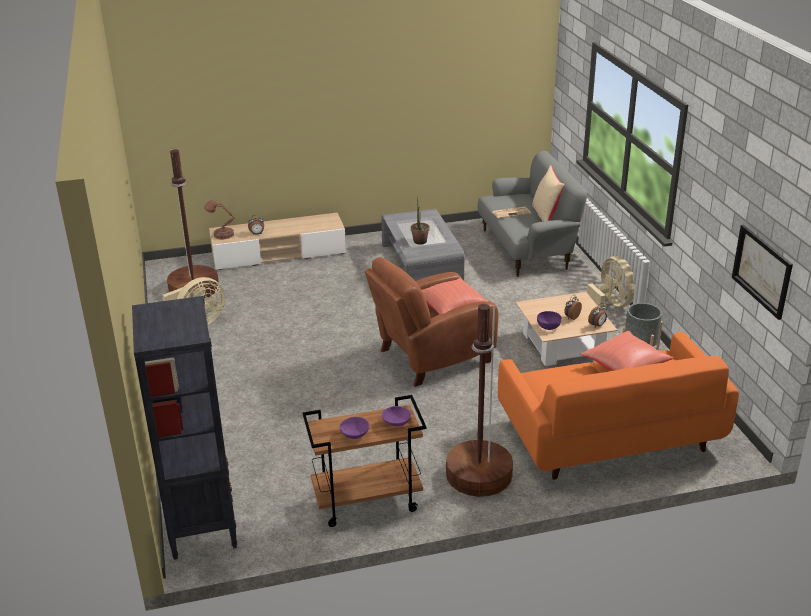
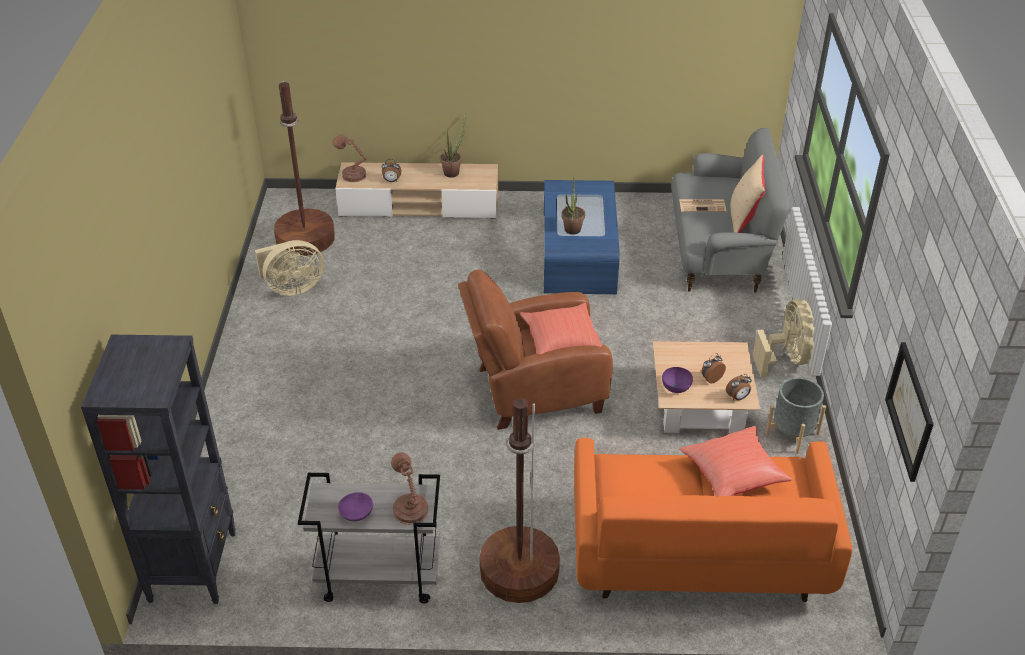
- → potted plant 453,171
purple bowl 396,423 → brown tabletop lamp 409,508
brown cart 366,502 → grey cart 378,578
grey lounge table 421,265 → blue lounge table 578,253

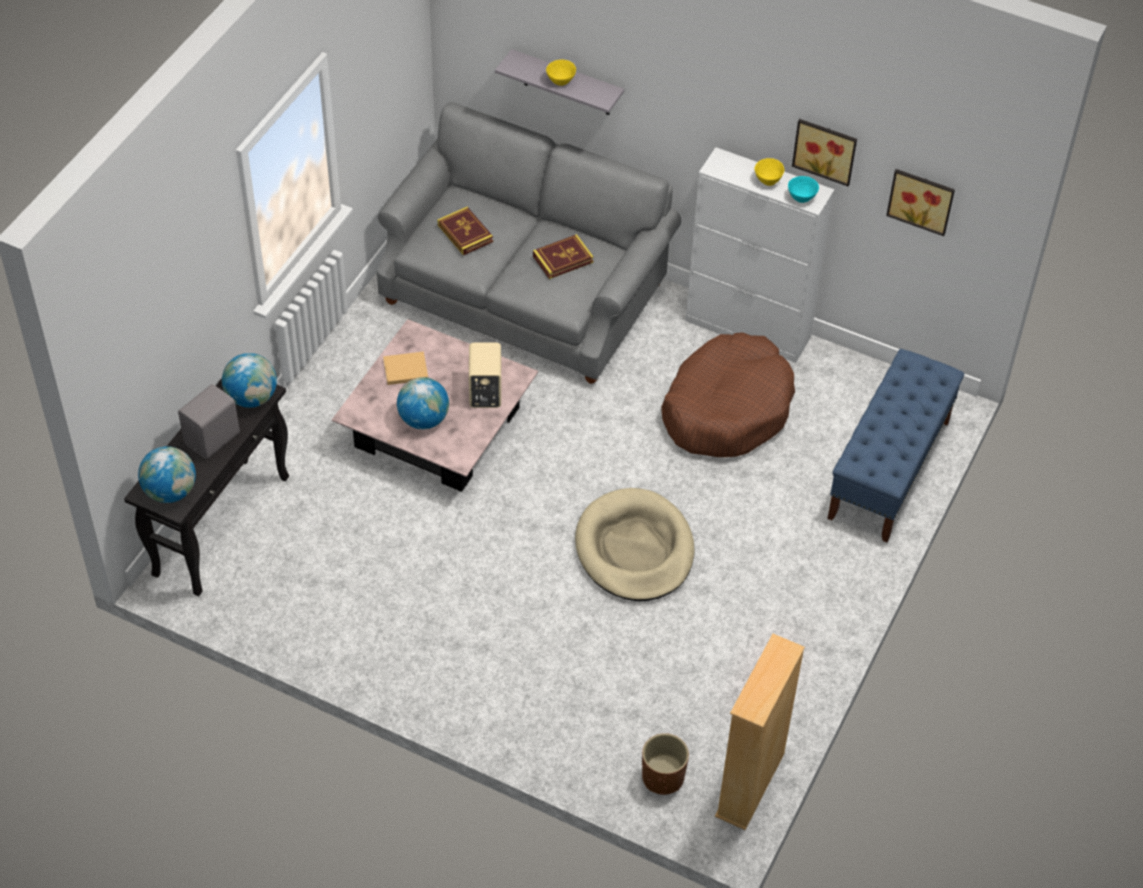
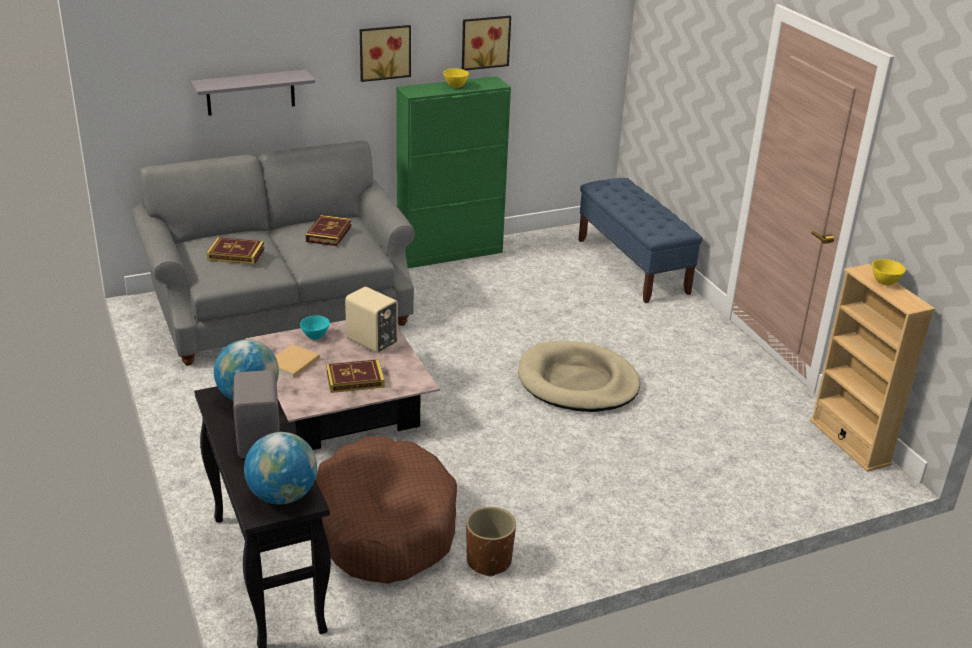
yellowish bowl 561,82 → yellowish bowl 885,283, shifted
brown plant pot 662,777 → brown plant pot 489,561, shifted
brown pet bed 726,408 → brown pet bed 384,525, shifted
blue-green bowl 801,199 → blue-green bowl 315,337, shifted
wall art 921,199 → wall art 384,52, shifted
desk globe 423,419 → bound book 355,379
whitish storage cabinet 748,329 → green-coloured storage cabinet 450,253

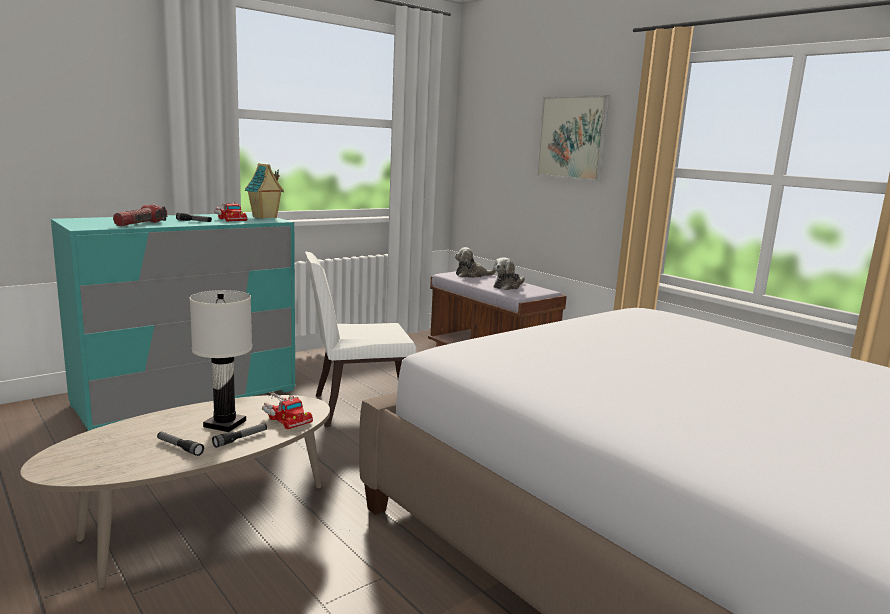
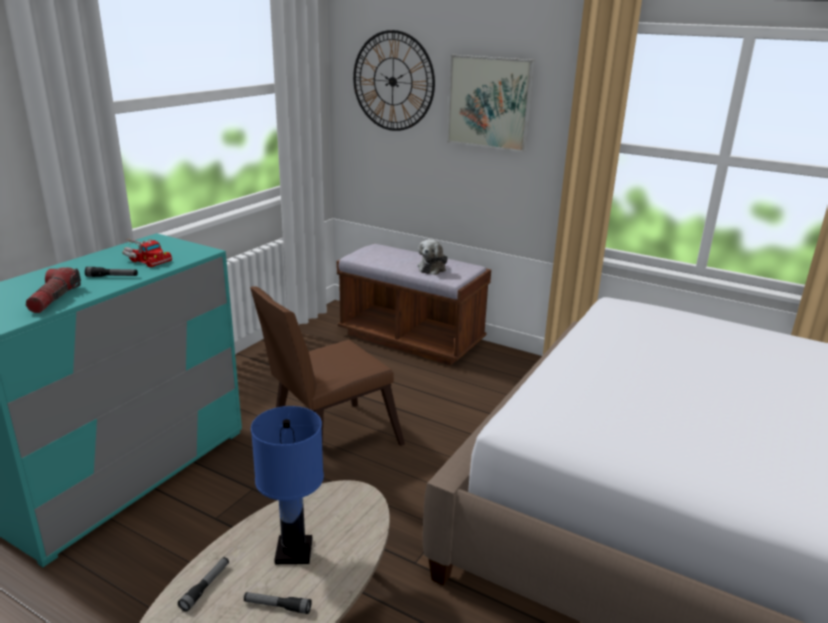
toy house 265,217 → -
toy truck 285,417 → -
plush toy 472,275 → -
- → clock on the wall 393,81
hand torch 241,439 → hand torch 206,587, shifted
whitish tabletop lamp 225,423 → blue tabletop lamp 294,551
whitish chair 358,408 → brown chair 327,441

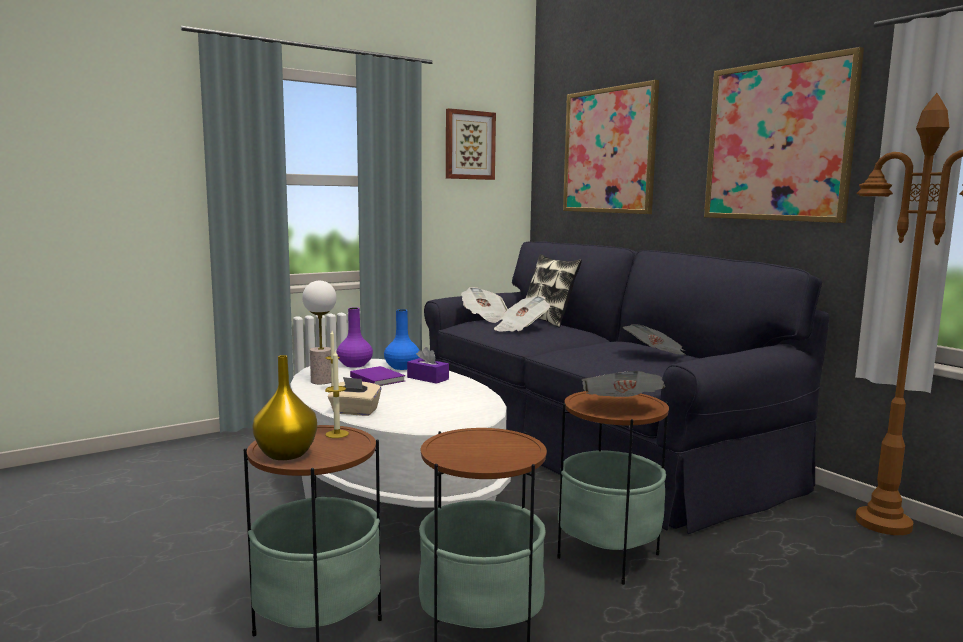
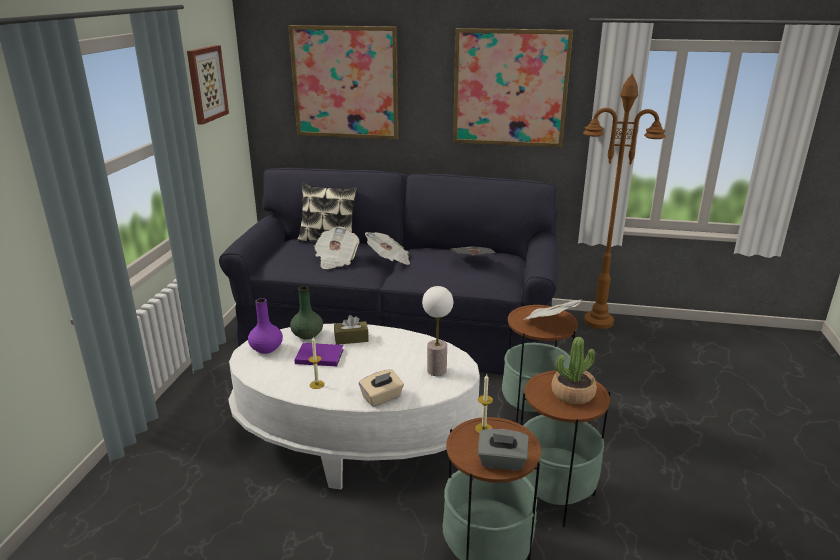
- → potted plant 572,393
tabletop lamp 322,381 → tabletop lamp 436,370, shifted
daily paper 485,318 → daily paper 389,259, shifted
yellowish vase 287,454 → grey tissue holder 502,462
blue vase 402,367 → green-coloured vase 308,335
purple tissue holder 428,378 → brown tissue holder 351,339

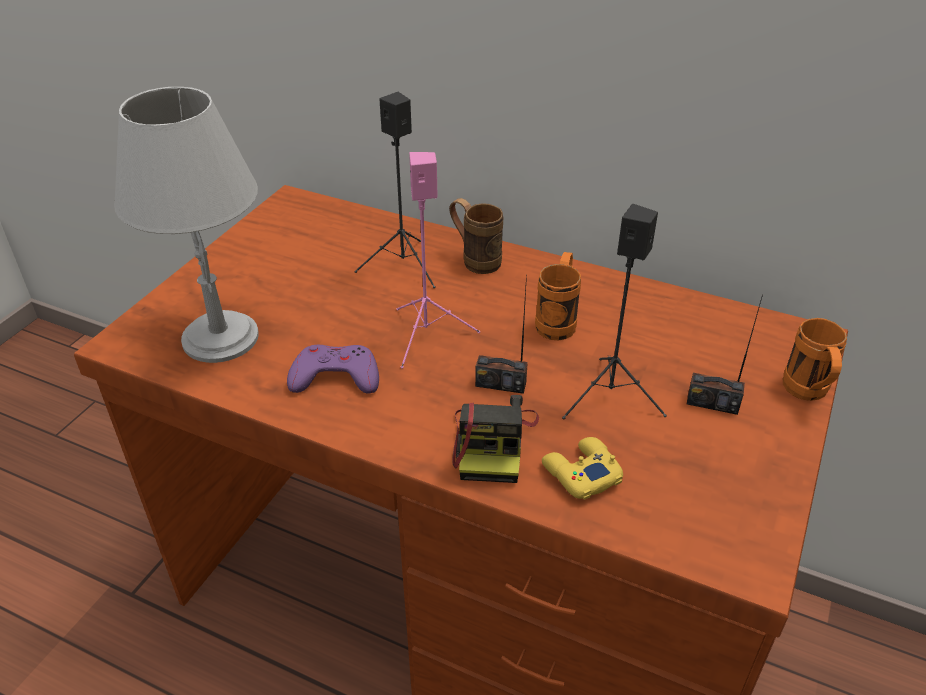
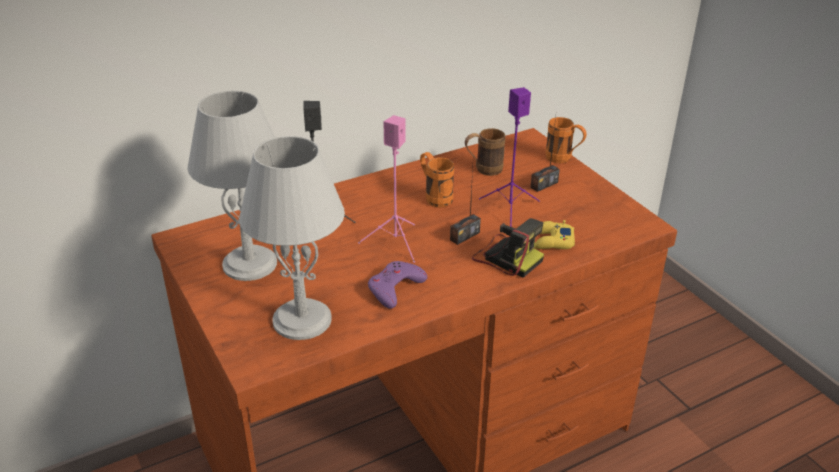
- → grey tabletop lamp 249,264
brown mug 475,259 → brown mug 483,170, shifted
black-coloured loudspeaker 609,397 → purple loudspeaker 510,210

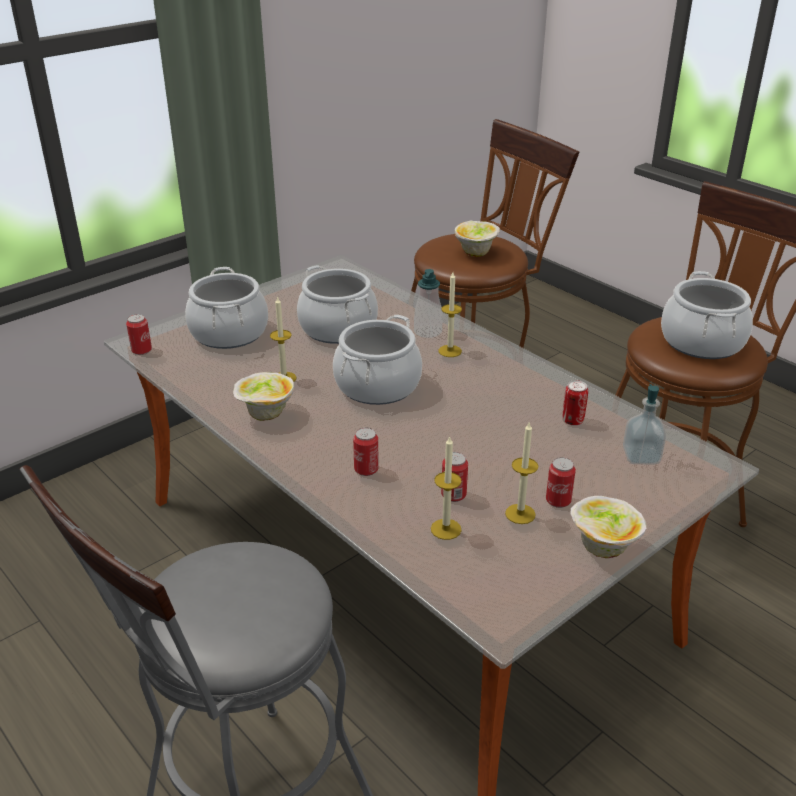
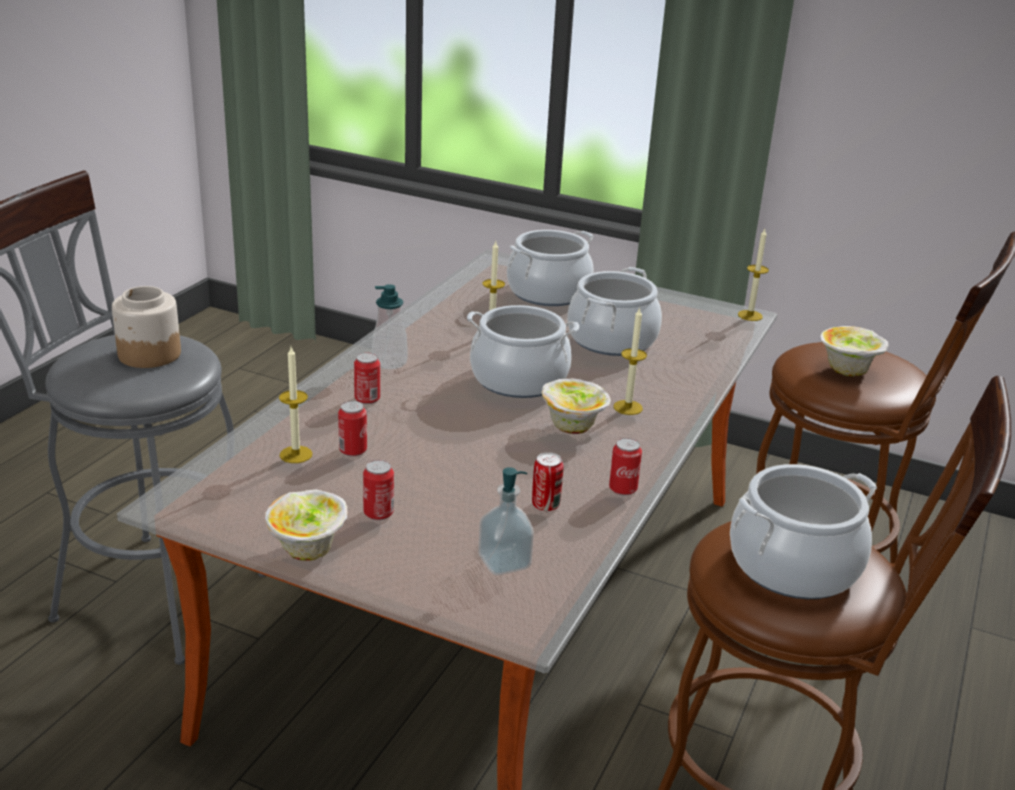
- → jar 149,354
metal can 141,350 → metal can 623,489, shifted
bowl 265,414 → bowl 572,427, shifted
liquid soap bottle 428,331 → liquid soap bottle 389,362, shifted
wax candle 520,514 → wax candle 750,315, shifted

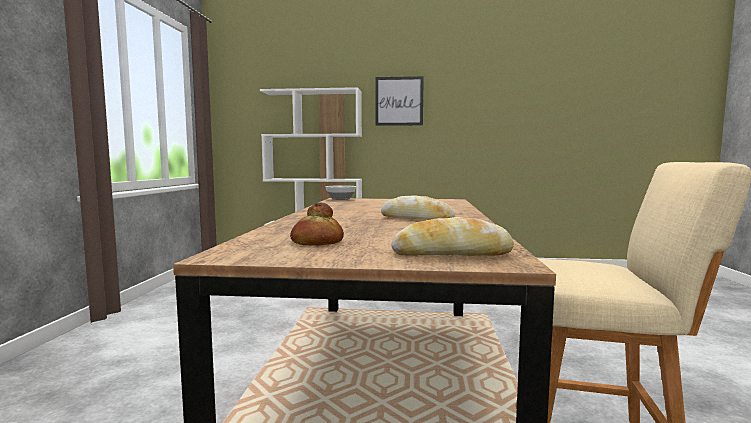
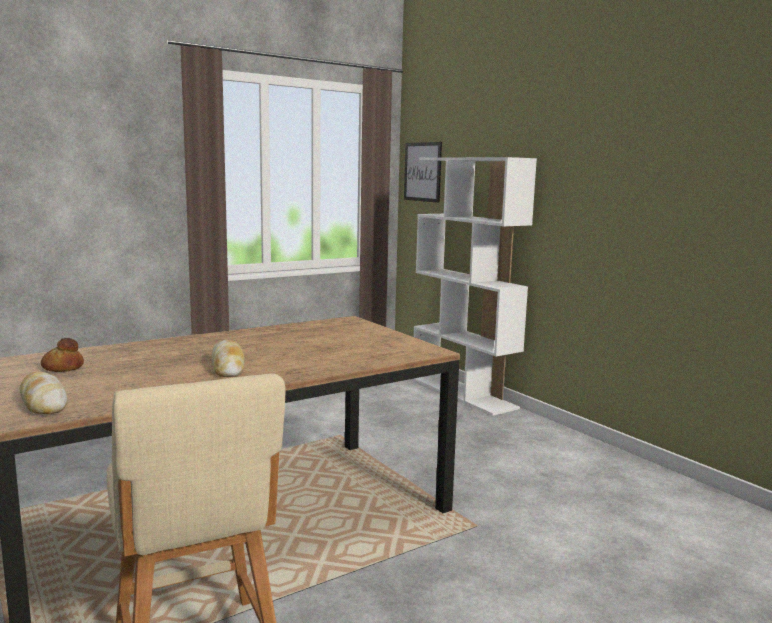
bowl 341,199 → -
wall art 399,101 → wall art 422,172, shifted

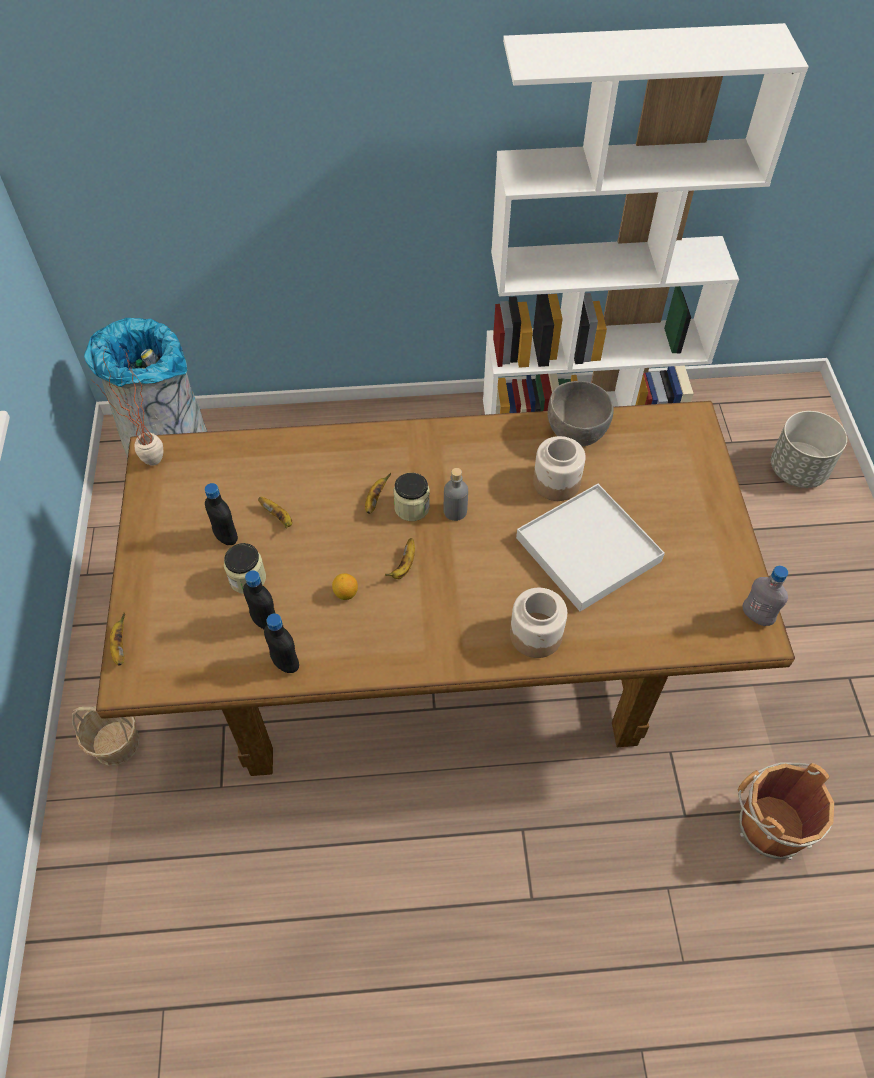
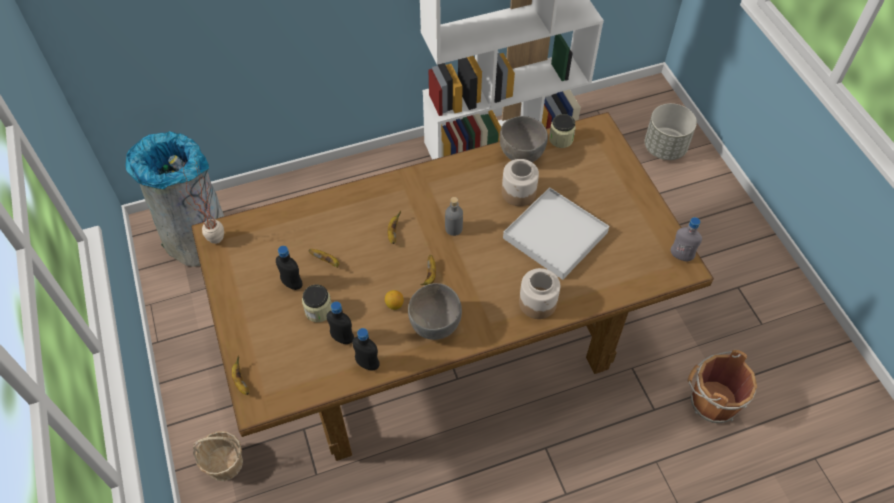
- → grey bowl 435,324
jar 412,507 → jar 561,139, shifted

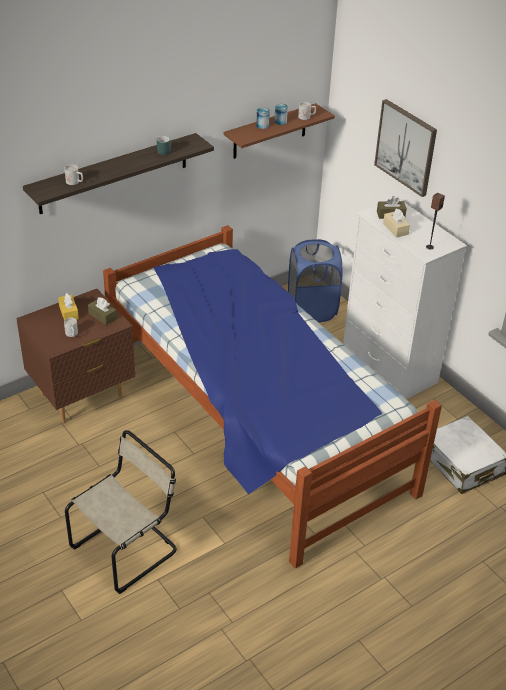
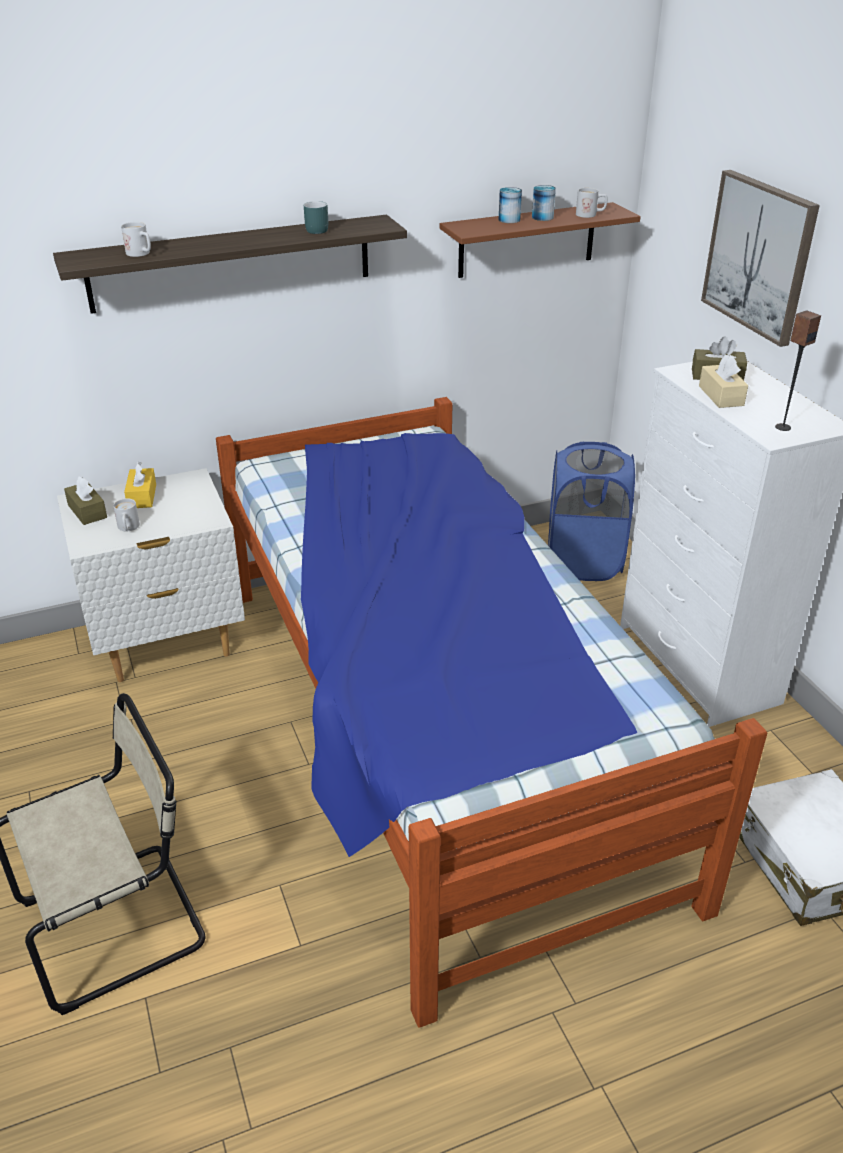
brown tissue holder 102,316 → brown tissue holder 87,511, shifted
brown bedside table 82,396 → whitish bedside table 168,645

